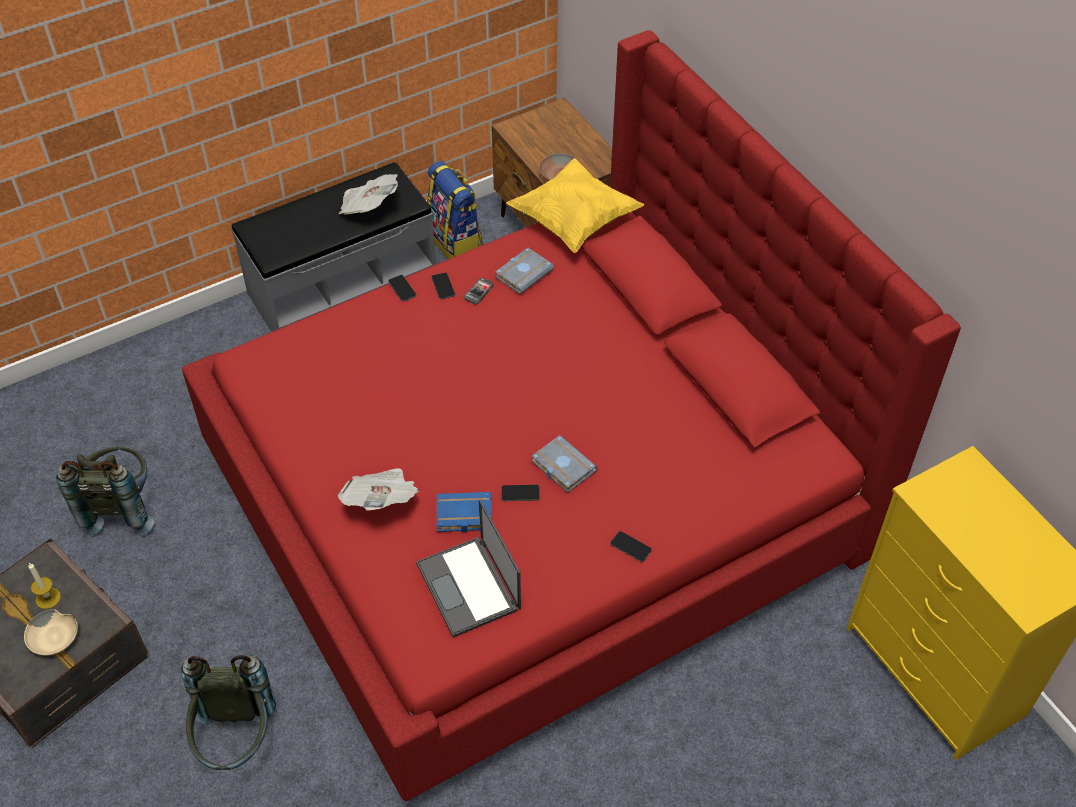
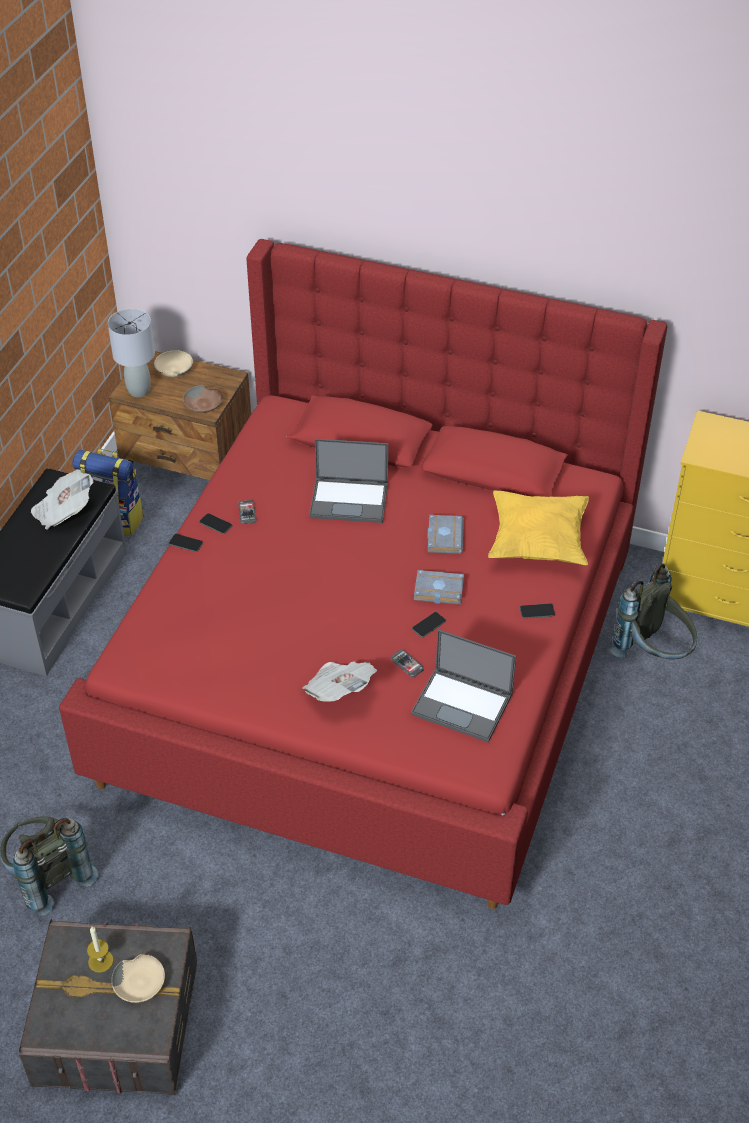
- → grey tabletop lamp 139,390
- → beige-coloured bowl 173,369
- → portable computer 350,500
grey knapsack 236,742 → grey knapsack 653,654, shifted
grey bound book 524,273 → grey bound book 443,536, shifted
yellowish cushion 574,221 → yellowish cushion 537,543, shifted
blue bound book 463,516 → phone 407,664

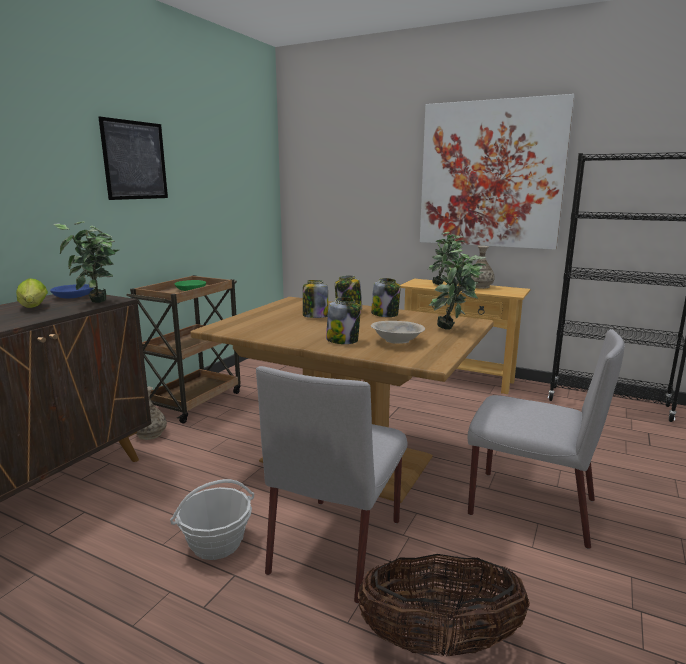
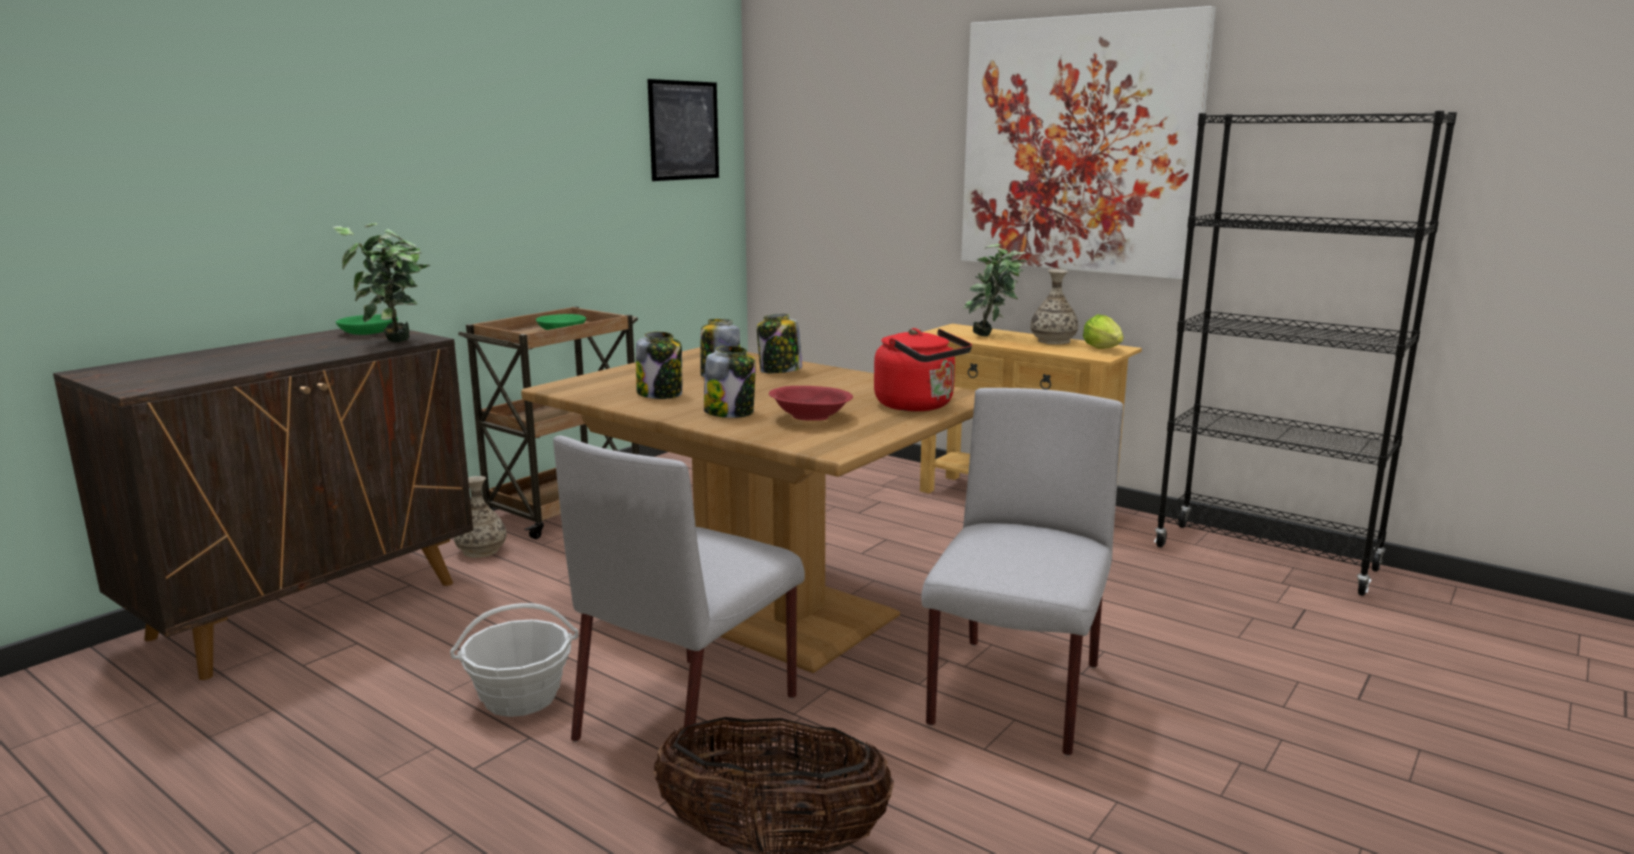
lettuce 33,308 → lettuce 1104,349, shifted
wall art 135,160 → wall art 684,130, shifted
jar 385,314 → jar 660,394, shifted
potted plant 454,330 → red tea kettle 919,406
blue bowl 74,296 → green-coloured bowl 369,332
beige-coloured bowl 397,341 → red bowl 810,418
grey chair 529,506 → grey chair 1015,696, 105 degrees counterclockwise

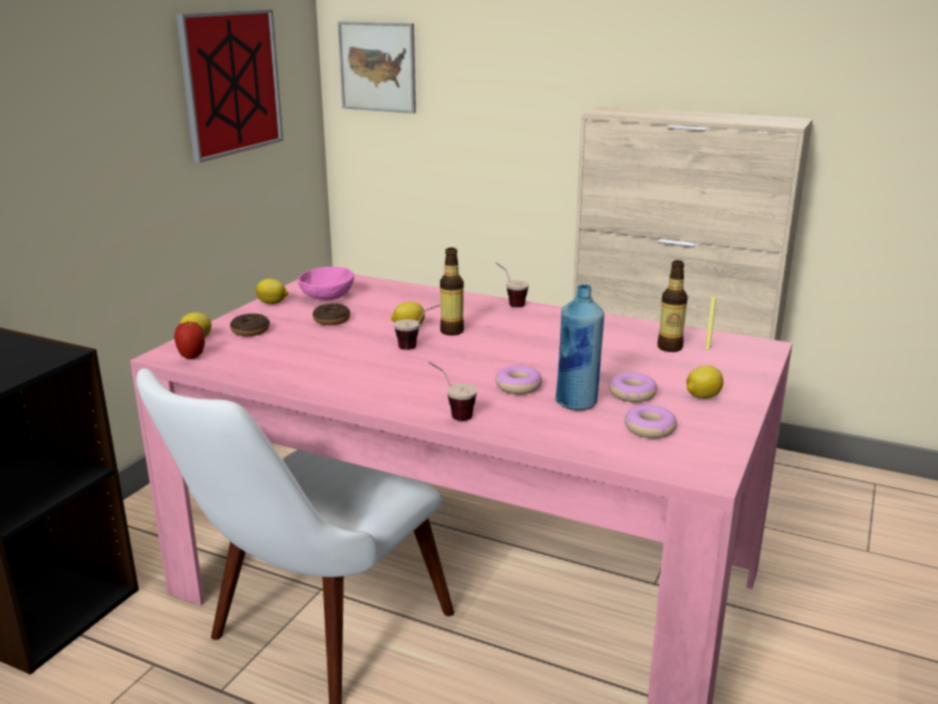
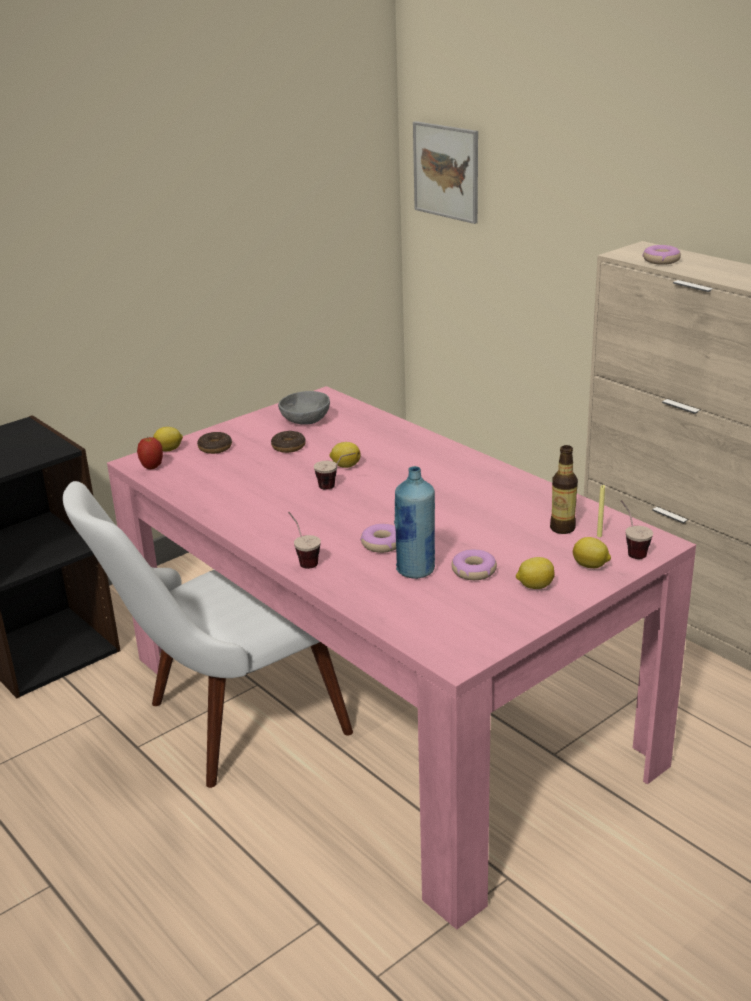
wall art 231,83 → -
bottle 451,331 → -
lemon 272,303 → lemon 590,566, shifted
drinking cup 510,303 → drinking cup 631,550, shifted
donut 650,429 → donut 661,260, shifted
pinkish bowl 327,297 → grey bowl 305,421

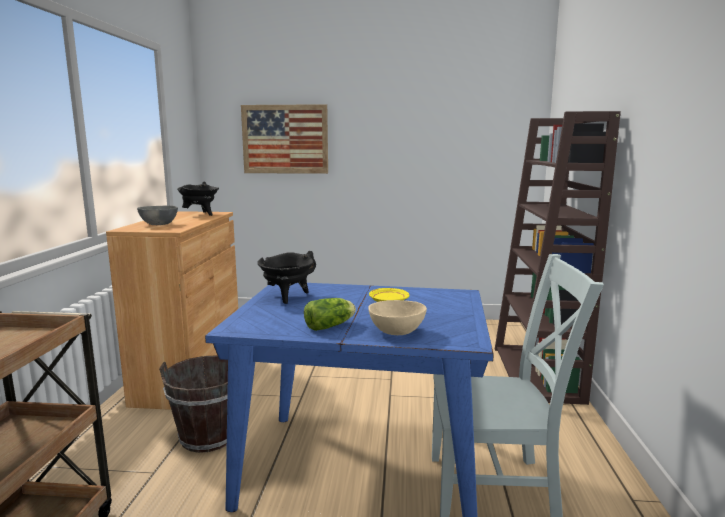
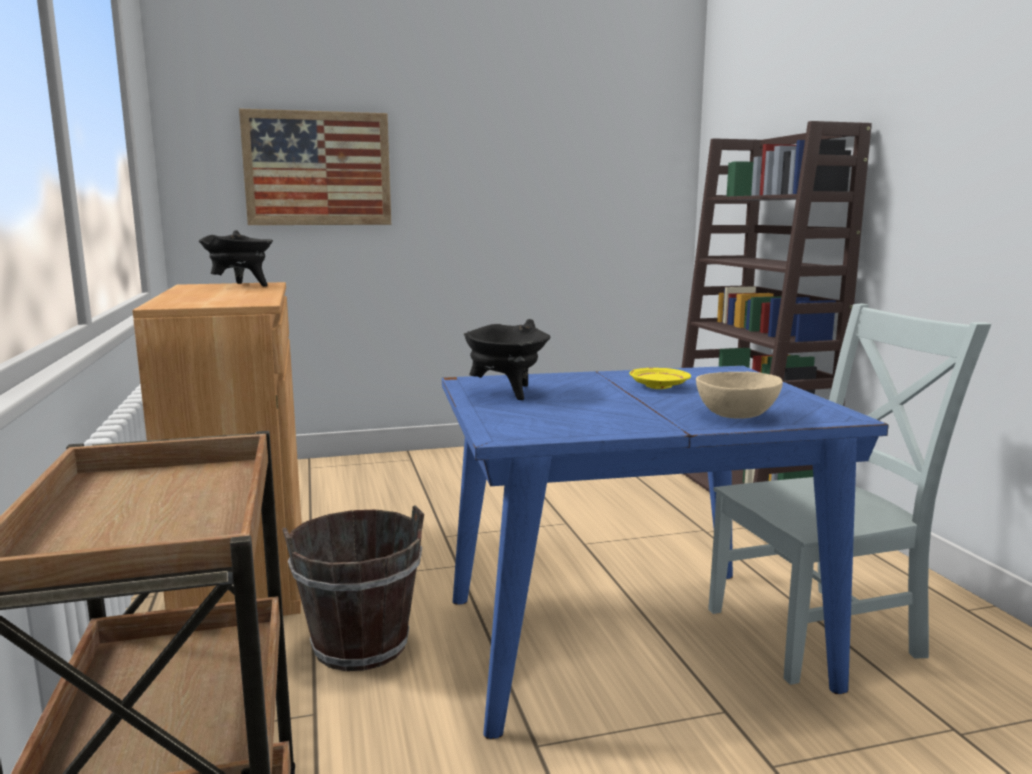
grey bowl 158,224 → -
lettuce 331,326 → -

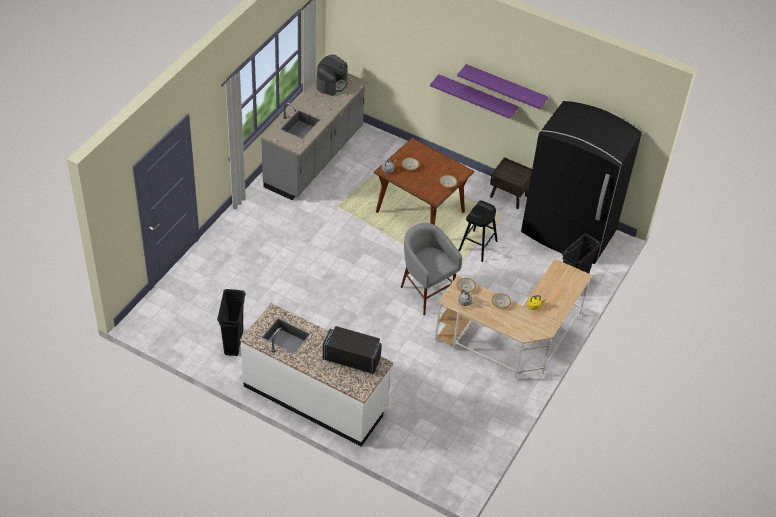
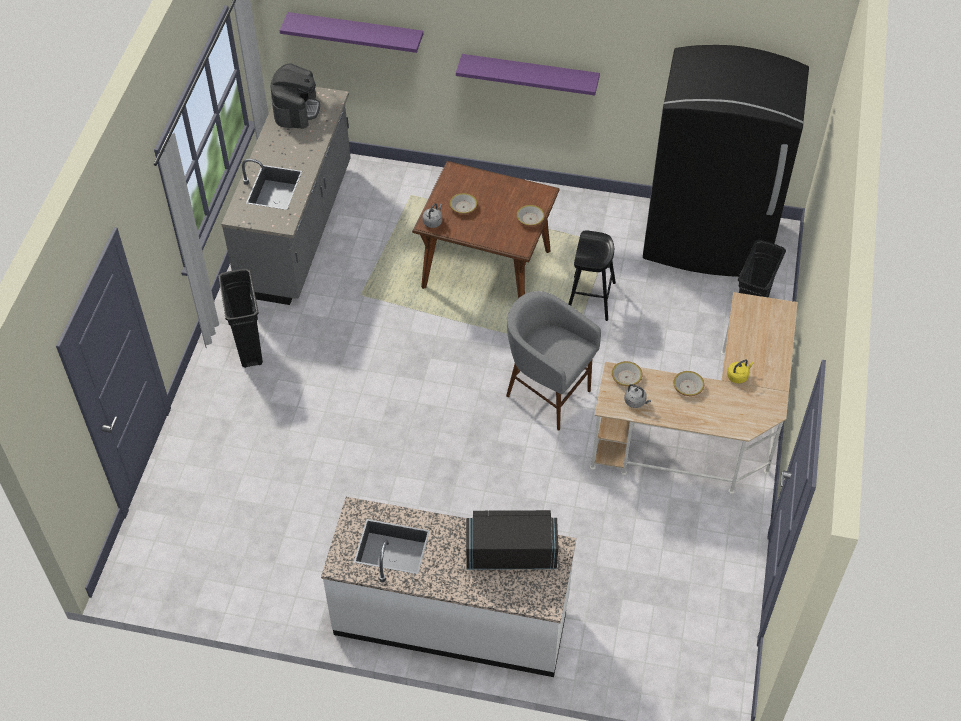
brown bedside table 509,196 → -
black-coloured waste bin 233,342 → black-coloured waste bin 249,347, shifted
purple bracket shelf 505,87 → purple bracket shelf 356,32, shifted

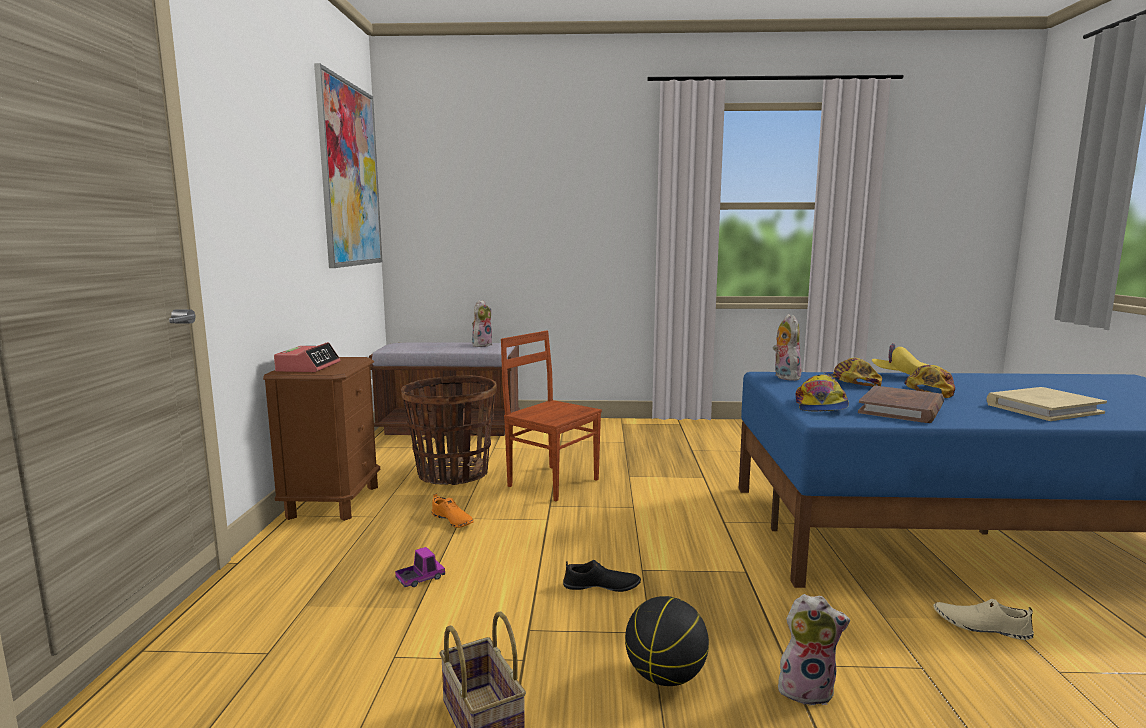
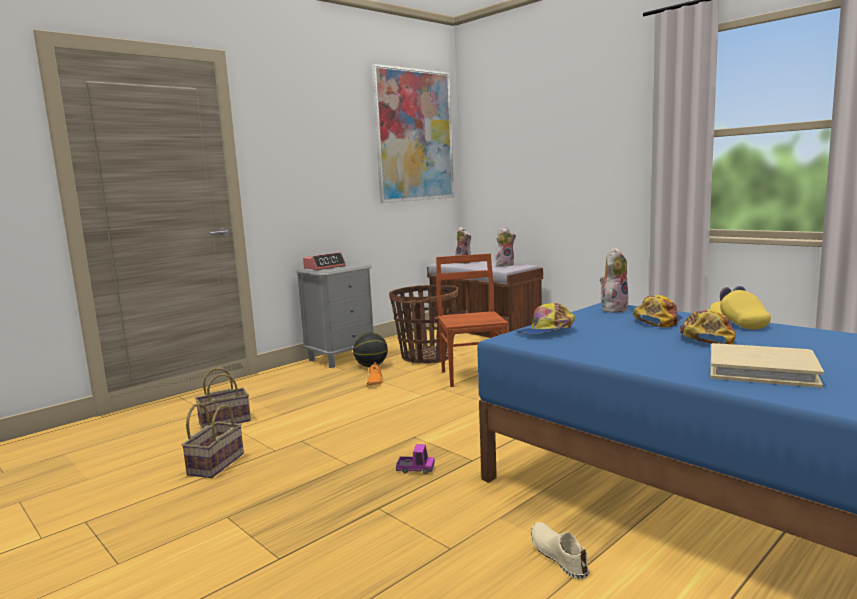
black-coloured shoe 601,586 → -
brown bound book 901,409 → -
- → basket 226,421
toy truck 420,579 → toy truck 415,469, shifted
ball for basketball 664,676 → ball for basketball 371,366, shifted
plush toy 807,689 → plush toy 464,262, shifted
brown bedside table 333,501 → grey bedside table 342,357
baseball cap 929,391 → baseball cap 705,338, 60 degrees counterclockwise

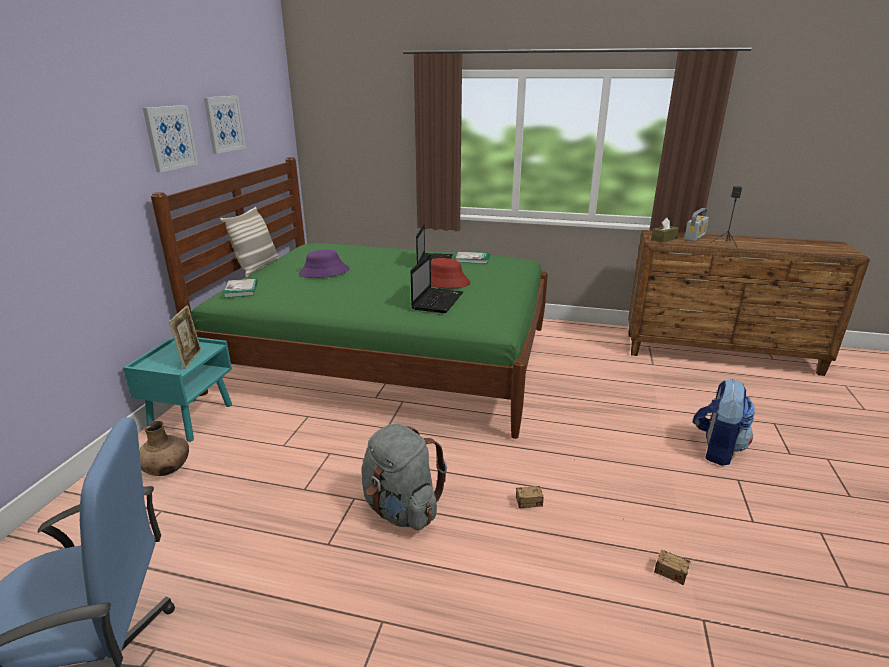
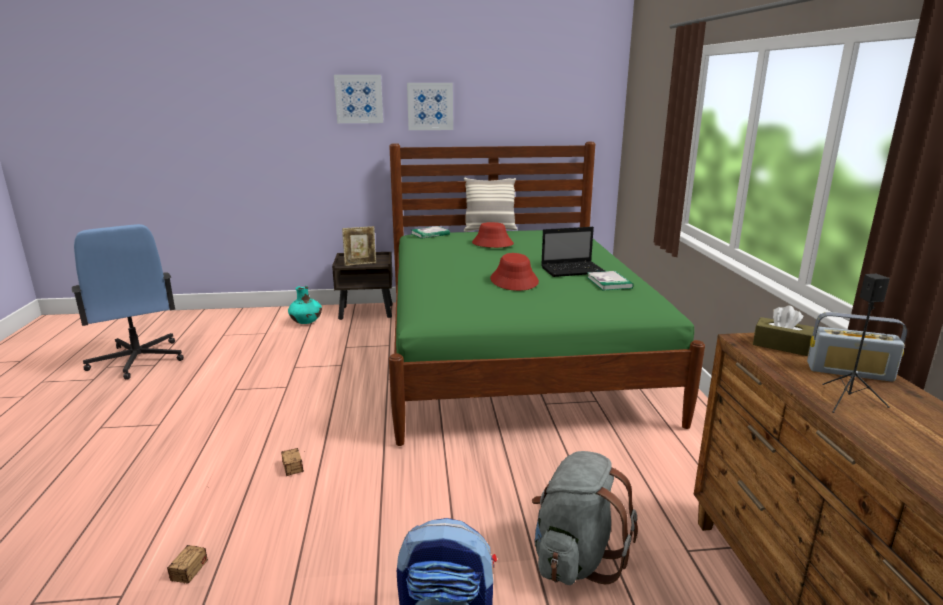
portable computer 437,301 → -
wall art 224,124 → wall art 359,99, shifted
grey knapsack 401,509 → grey knapsack 575,558, shifted
blue-green bedside table 192,418 → brown bedside table 367,312
brown vase 167,469 → blue-green vase 306,322
purple clothing hat 324,272 → red clothing hat 492,243

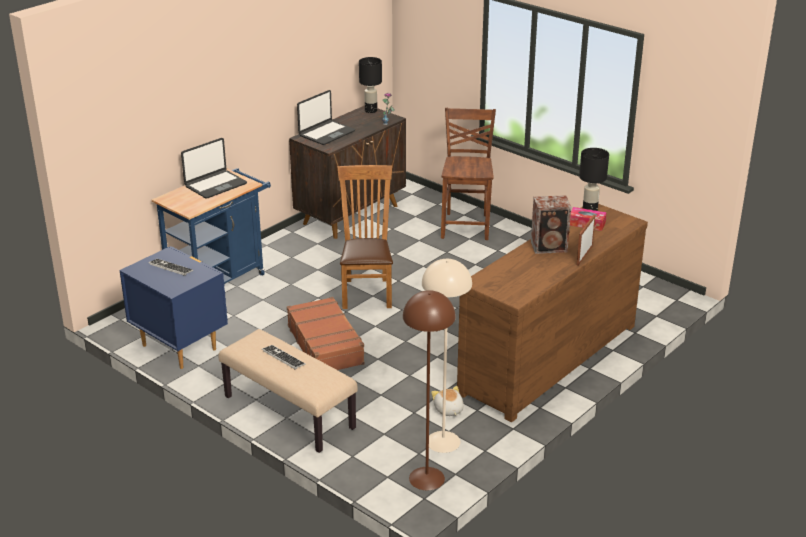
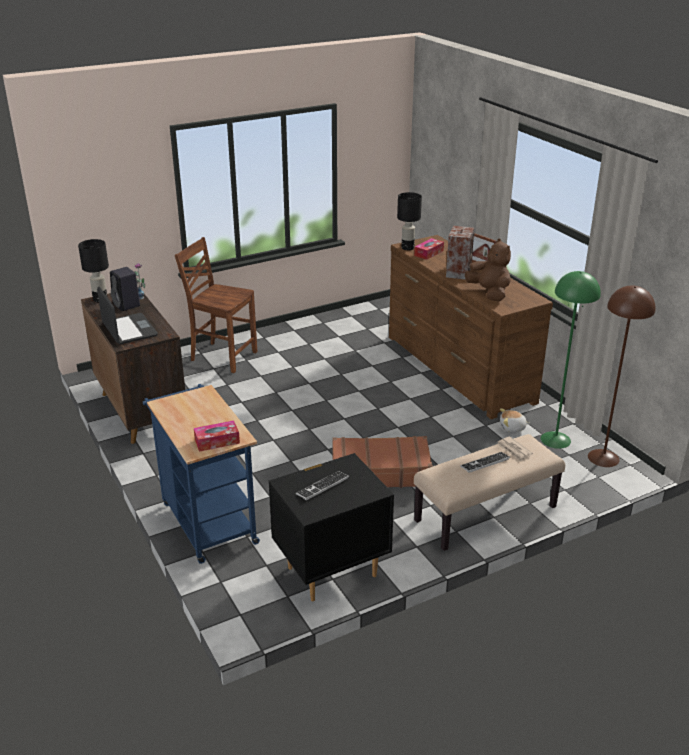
portable computer 215,185 → -
brown chair 367,291 → -
- → black-coloured loudspeaker 127,305
- → tissue holder 217,441
- → brown plush toy 489,293
- → daily paper 514,450
blue bedside table 180,347 → black-coloured bedside table 331,571
beige-coloured standard lamp 443,441 → green-coloured standard lamp 555,439

